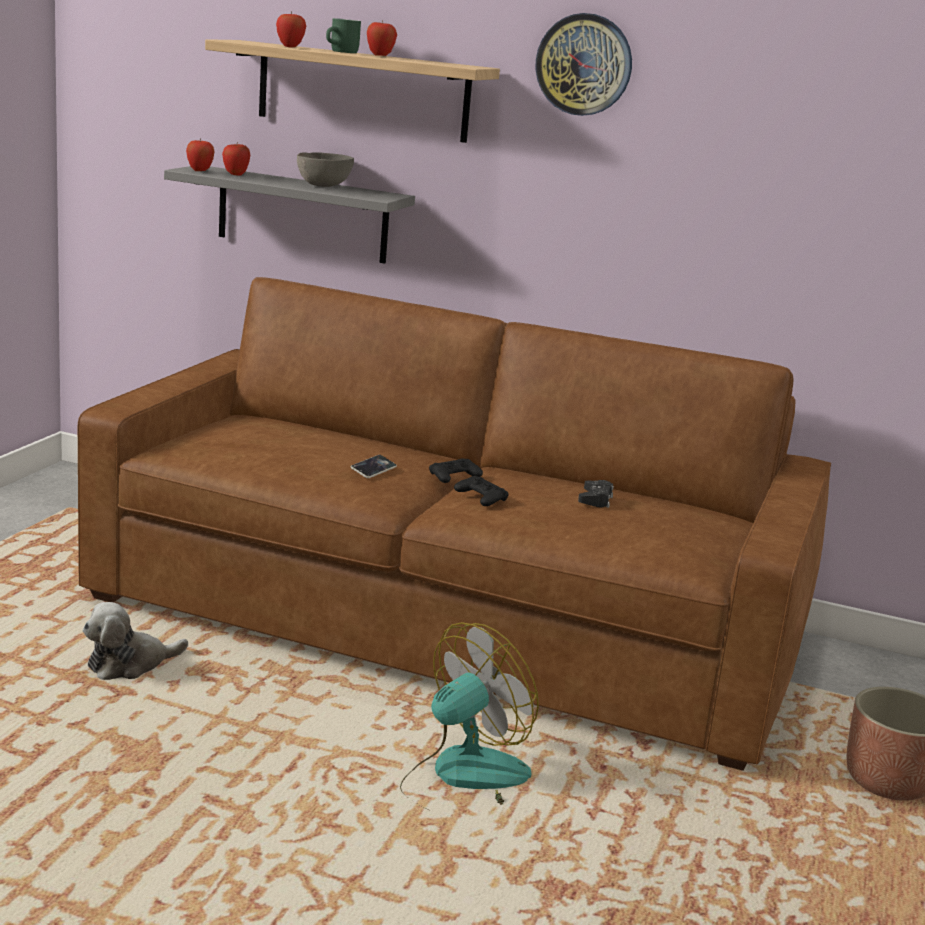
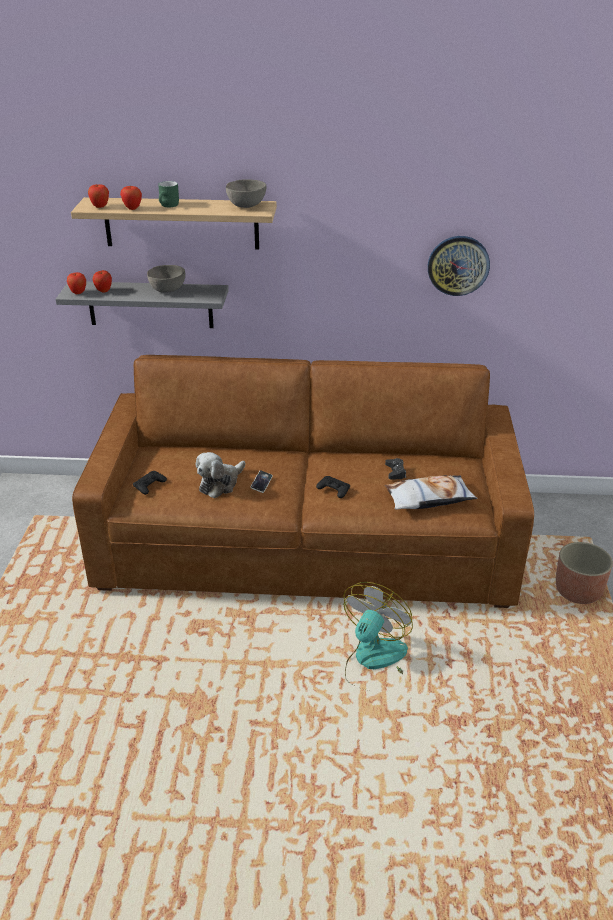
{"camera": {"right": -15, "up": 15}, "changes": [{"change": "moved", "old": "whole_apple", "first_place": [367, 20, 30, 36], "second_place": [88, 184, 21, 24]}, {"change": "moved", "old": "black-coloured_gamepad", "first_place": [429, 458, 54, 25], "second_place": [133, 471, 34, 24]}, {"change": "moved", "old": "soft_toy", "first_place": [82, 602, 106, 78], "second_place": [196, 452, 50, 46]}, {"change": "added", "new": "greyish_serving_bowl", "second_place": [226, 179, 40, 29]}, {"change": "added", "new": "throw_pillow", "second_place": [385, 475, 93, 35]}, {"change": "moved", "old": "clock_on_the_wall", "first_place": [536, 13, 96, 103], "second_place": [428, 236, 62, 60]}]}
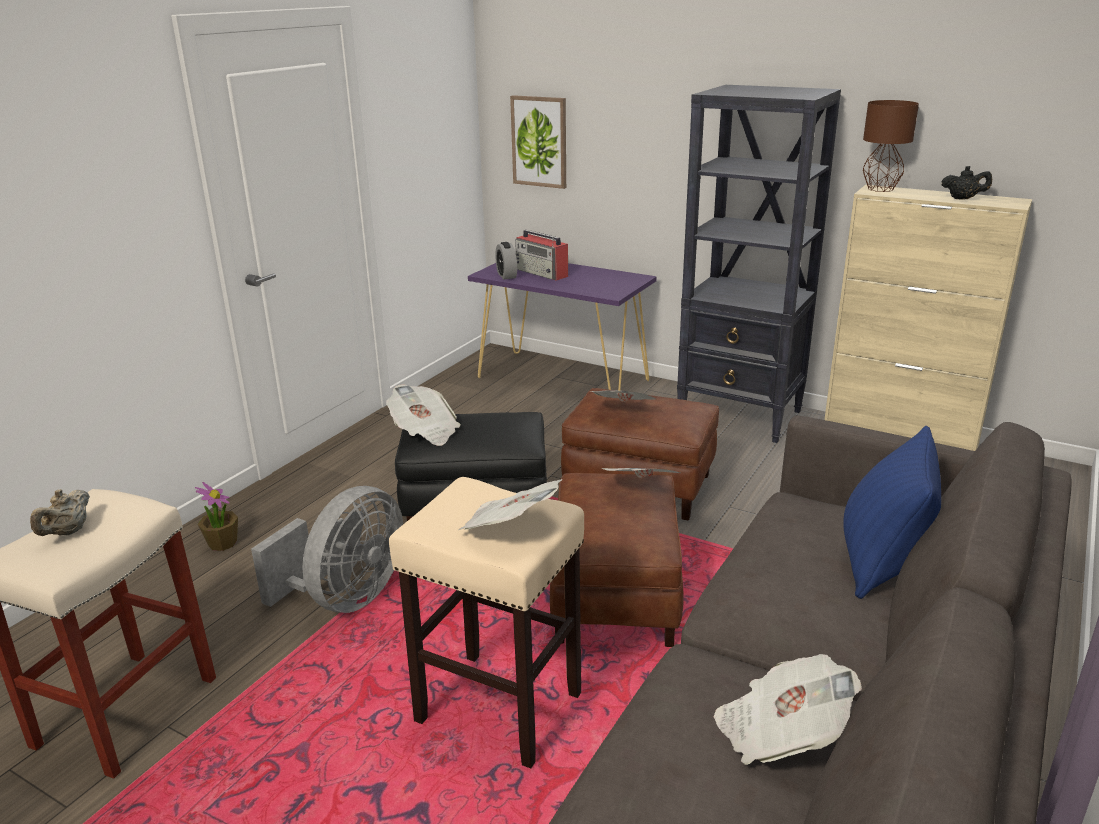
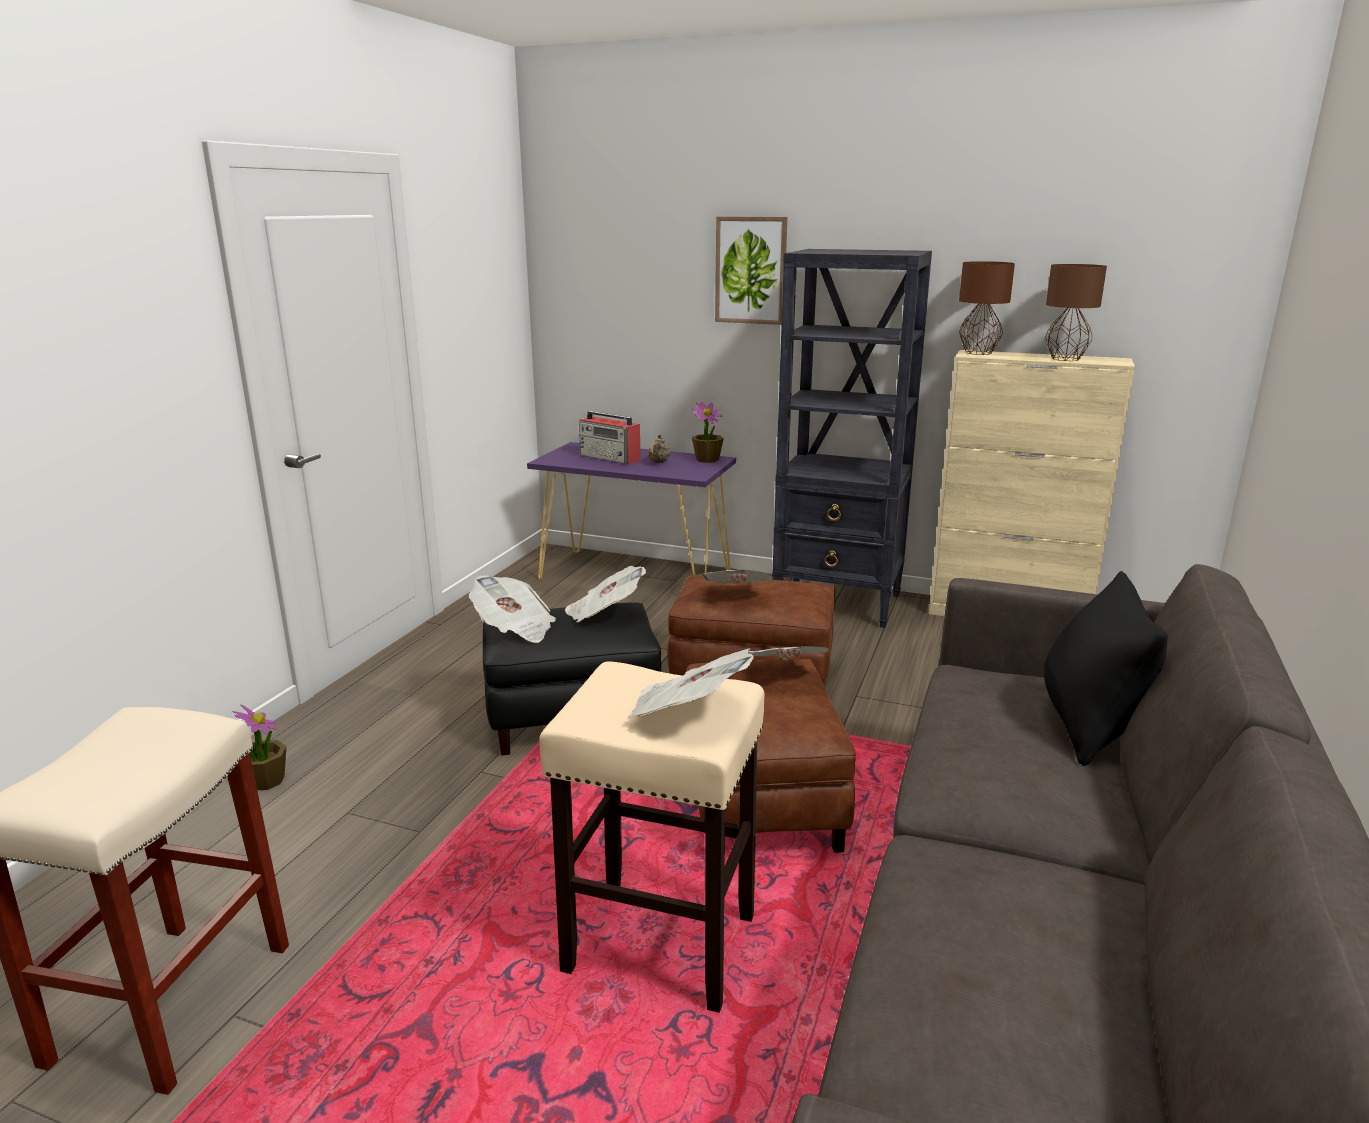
{"camera": {"right": -10, "up": -5}, "changes": [{"change": "moved", "old": "daily_paper", "first_place": [714, 654, 148, 111], "second_place": [565, 566, 81, 56]}, {"change": "moved", "old": "sand-coloured_pot_for_tea", "first_place": [30, 489, 60, 47], "second_place": [648, 435, 22, 28]}, {"change": "added", "new": "potted_plant", "second_place": [692, 402, 32, 61]}, {"change": "moved", "old": "picture", "first_place": [510, 95, 56, 94], "second_place": [715, 217, 72, 108]}, {"change": "recoloured", "old": "blue-coloured_throw_pillow", "new": "black-coloured_throw_pillow", "first_place": [843, 426, 98, 173], "second_place": [1044, 571, 124, 195]}, {"change": "replaced", "old": "black-coloured_pot_for_tea", "new": "brown_table_lamp", "first_place": [942, 166, 50, 34], "second_place": [1045, 264, 62, 97]}, {"change": "removed", "old": "greyish_cooling_fan", "first_place": [251, 486, 152, 127]}, {"change": "removed", "old": "bedside_clock", "first_place": [495, 242, 22, 37]}]}
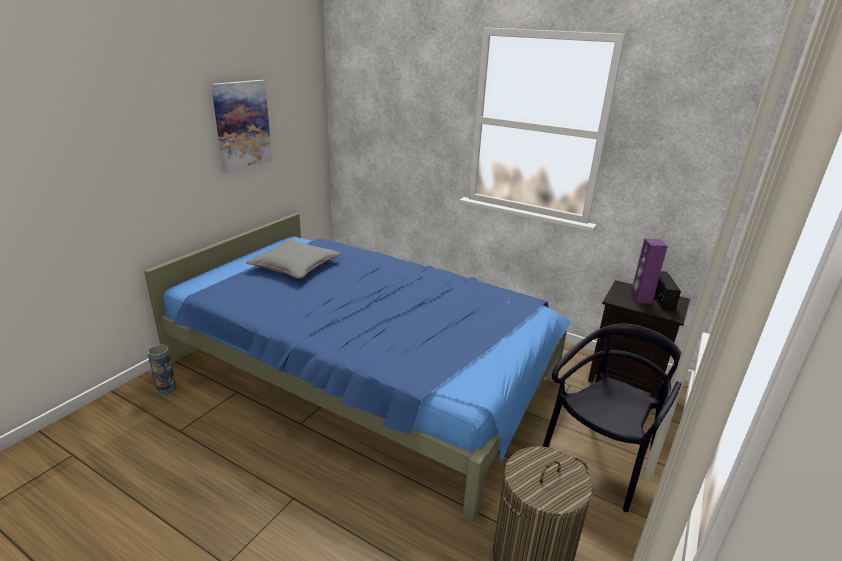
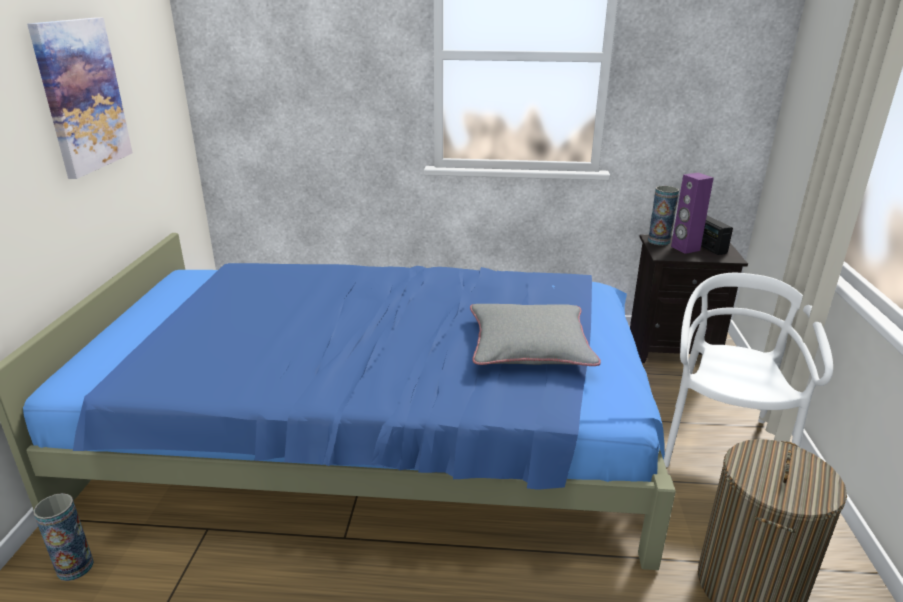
{"camera": {"right": -25, "up": 0}, "changes": [{"change": "moved", "old": "greyish_throw_pillow", "first_place": [246, 240, 95, 38], "second_place": [470, 304, 131, 62]}, {"change": "added", "new": "decorative_vase", "second_place": [648, 186, 31, 59]}, {"change": "recoloured", "old": "black-coloured_upright_chair", "new": "white_upright_chair", "first_place": [543, 323, 138, 189], "second_place": [664, 273, 169, 195]}]}
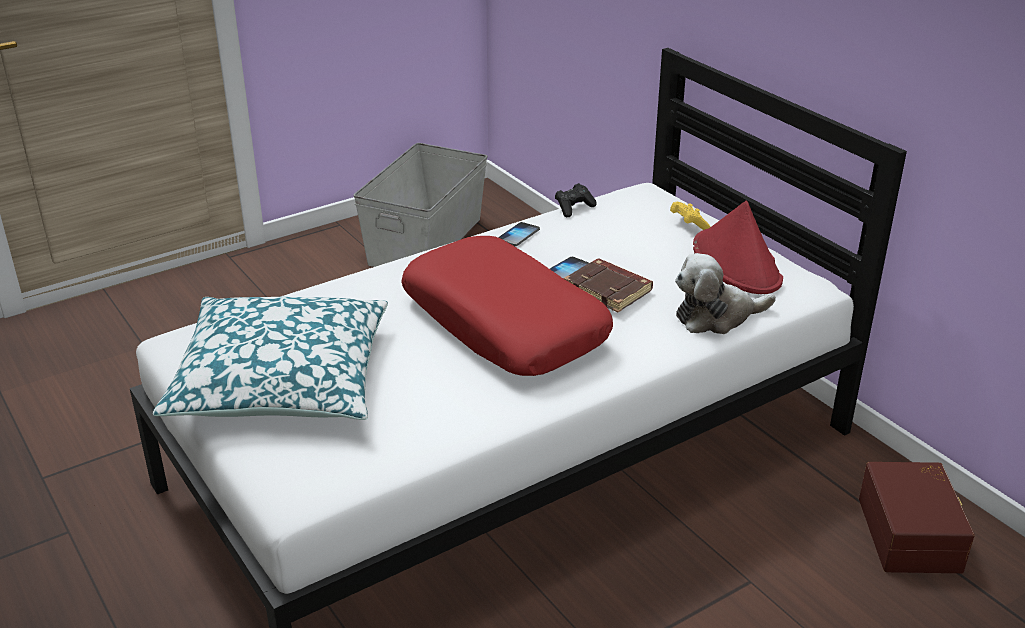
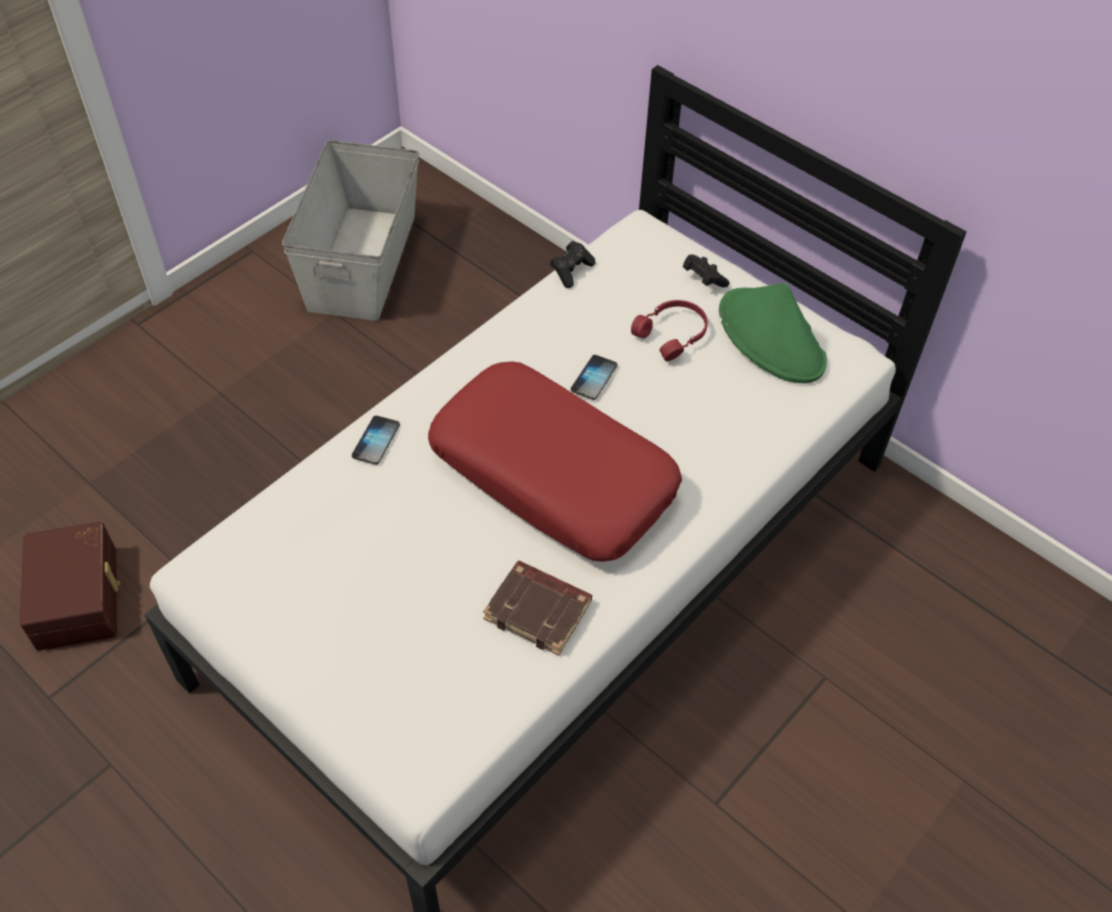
{"camera": {"right": -15, "up": 20}, "changes": [{"change": "moved", "old": "brown_storage_container", "first_place": [859, 462, 116, 111], "second_place": [20, 522, 100, 129]}, {"change": "moved", "old": "telephone", "first_place": [498, 222, 42, 24], "second_place": [352, 416, 48, 49]}, {"change": "moved", "old": "brown_bound_book", "first_place": [564, 259, 89, 54], "second_place": [483, 560, 109, 96]}, {"change": "added", "new": "red-coloured_headphones", "second_place": [631, 300, 77, 61]}, {"change": "recoloured", "old": "yellow_gamepad", "new": "black-coloured_gamepad", "first_place": [670, 202, 41, 28], "second_place": [683, 255, 47, 32]}, {"change": "recoloured", "old": "red-coloured_clothing_hat", "new": "greenish_clothing_hat", "first_place": [693, 200, 90, 94], "second_place": [719, 282, 108, 101]}, {"change": "removed", "old": "throw_pillow", "first_place": [153, 297, 235, 123]}, {"change": "removed", "old": "soft_toy", "first_place": [675, 253, 101, 81]}]}
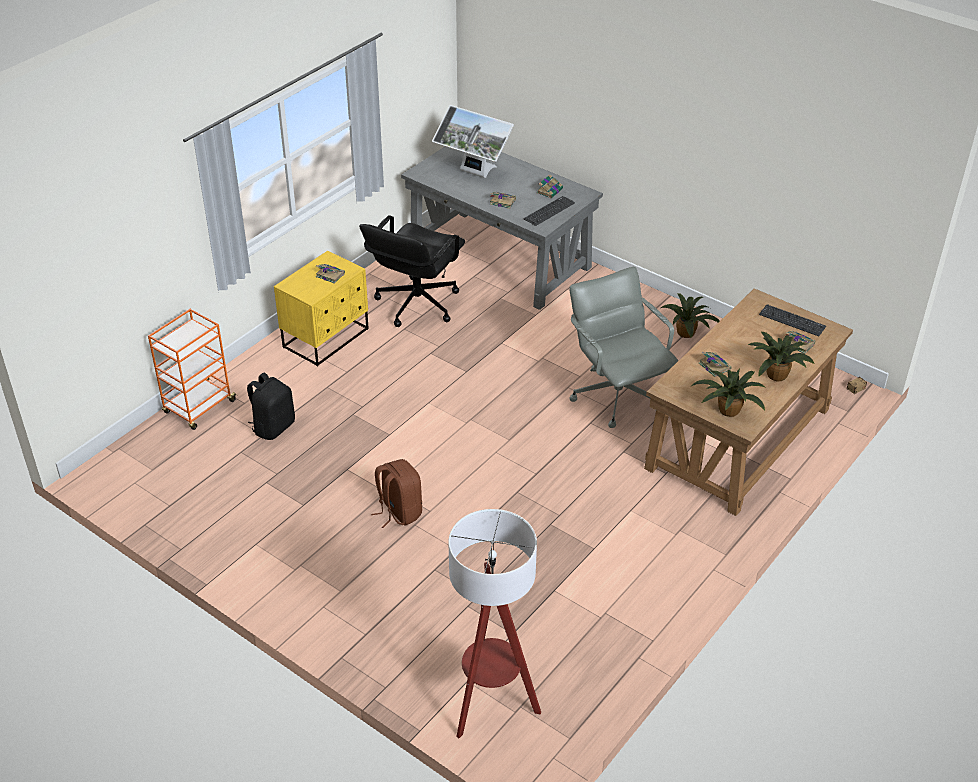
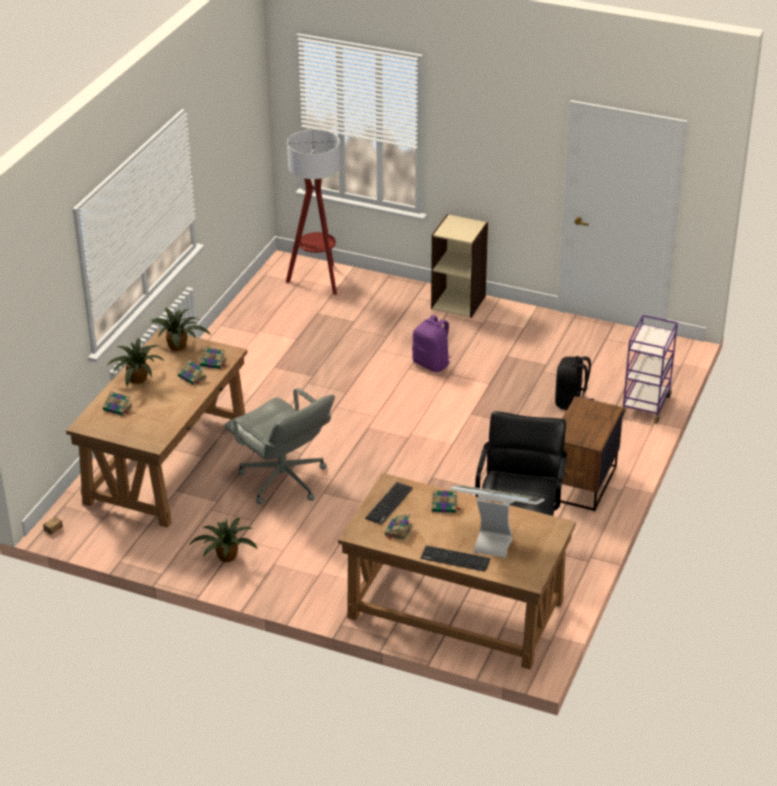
{"camera": {"right": 165, "up": -5}, "changes": [{"change": "moved", "old": "bound_book", "first_place": [316, 264, 29, 20], "second_place": [200, 347, 27, 22]}, {"change": "recoloured", "old": "greyish_desk", "new": "brown_desk", "first_place": [401, 147, 202, 163], "second_place": [338, 473, 238, 196]}, {"change": "recoloured", "old": "brown_rucksack", "new": "purple_rucksack", "first_place": [371, 459, 51, 69], "second_place": [412, 315, 39, 57]}, {"change": "moved", "old": "computer_keyboard", "first_place": [759, 304, 67, 32], "second_place": [421, 545, 69, 27]}, {"change": "added", "new": "sand-coloured_bookcase", "second_place": [431, 214, 57, 104]}, {"change": "recoloured", "old": "yellow_bedside_table", "new": "brown_bedside_table", "first_place": [274, 251, 95, 116], "second_place": [560, 396, 63, 116]}, {"change": "recoloured", "old": "orange-coloured_wheeled_cart", "new": "purple_wheeled_cart", "first_place": [148, 309, 90, 121], "second_place": [623, 315, 55, 109]}]}
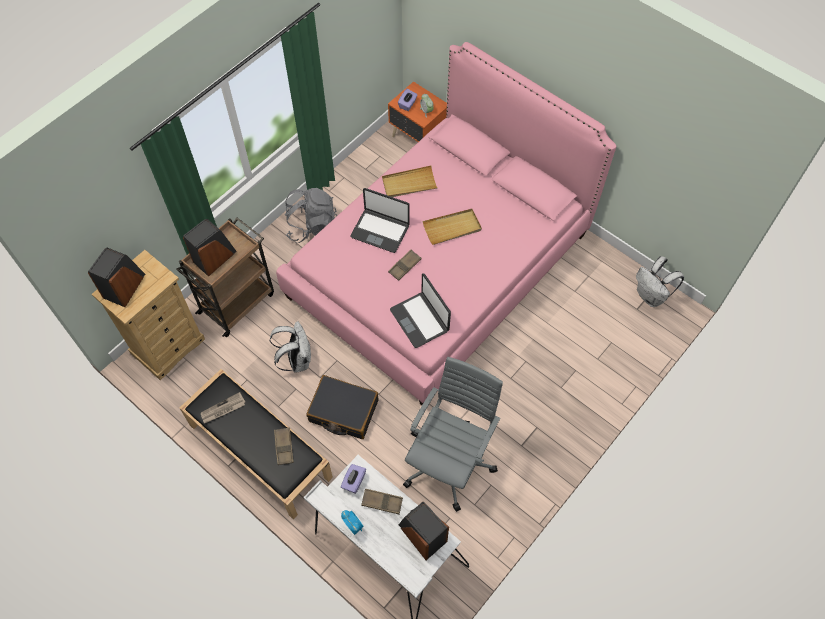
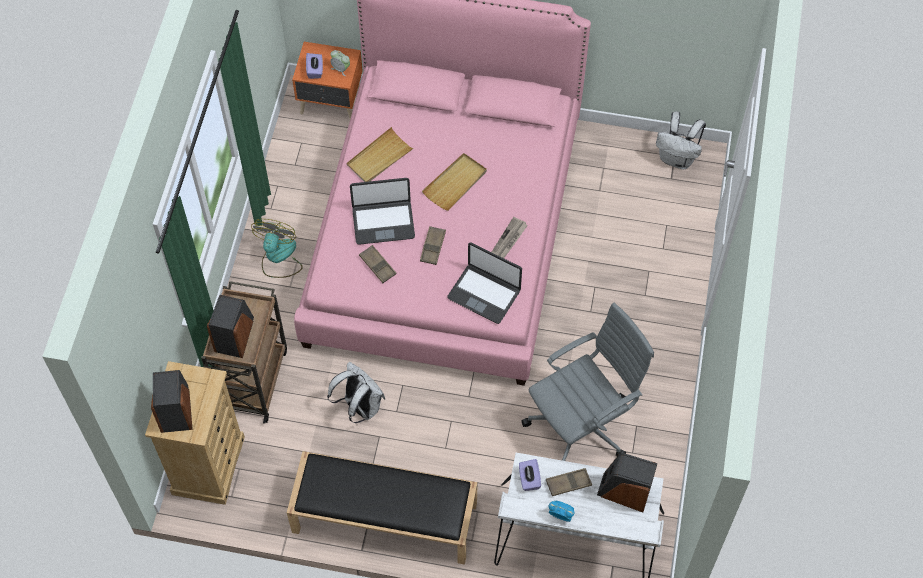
{"camera": {"right": -30, "up": 0}, "changes": [{"change": "replaced", "old": "greyish_rucksack", "new": "cooling_fan", "first_place": [285, 188, 52, 55], "second_place": [251, 219, 52, 59]}, {"change": "moved", "old": "brown_serving_tray", "first_place": [274, 427, 20, 38], "second_place": [359, 245, 37, 38]}, {"change": "moved", "old": "daily_paper", "first_place": [201, 392, 45, 31], "second_place": [492, 217, 36, 41]}, {"change": "turned", "old": "greyish_computer_chair", "first_place": [403, 357, 100, 155], "second_place": [521, 303, 133, 158], "degrees": 60}, {"change": "removed", "old": "black-coloured_travel_case", "first_place": [306, 375, 73, 64]}]}
